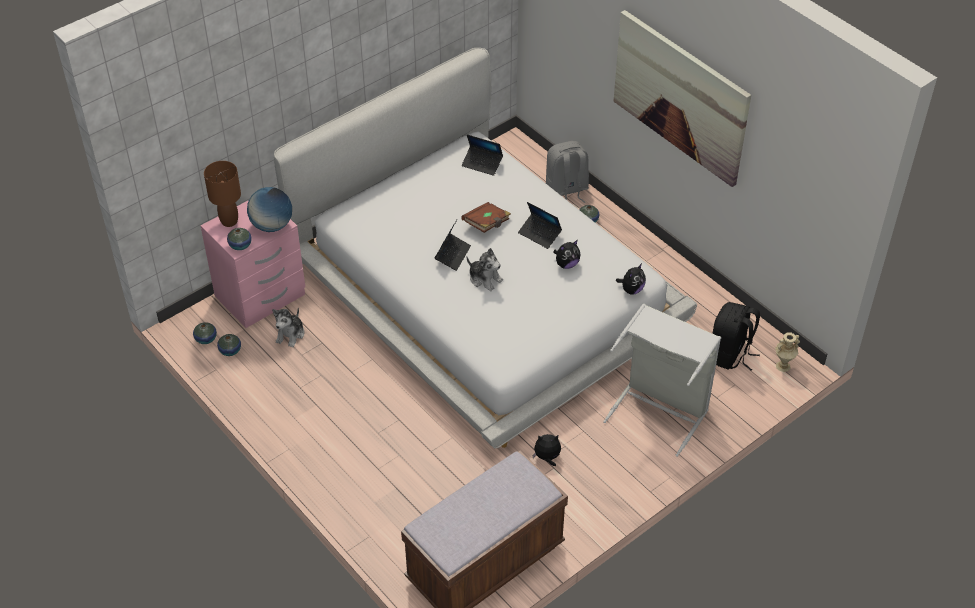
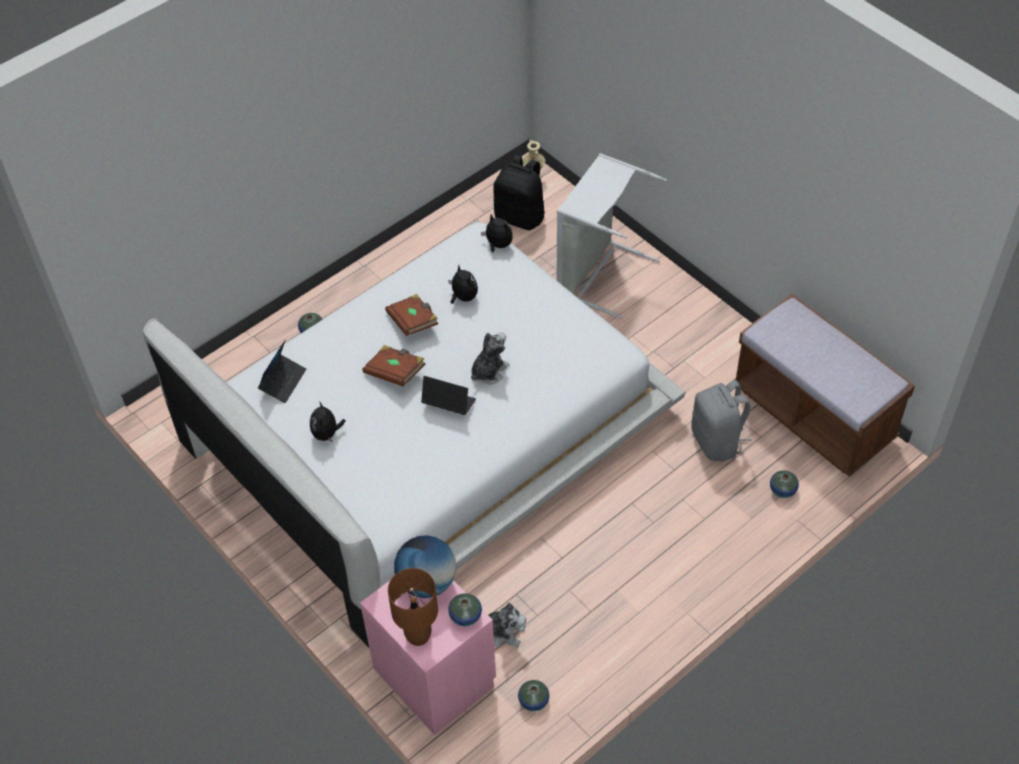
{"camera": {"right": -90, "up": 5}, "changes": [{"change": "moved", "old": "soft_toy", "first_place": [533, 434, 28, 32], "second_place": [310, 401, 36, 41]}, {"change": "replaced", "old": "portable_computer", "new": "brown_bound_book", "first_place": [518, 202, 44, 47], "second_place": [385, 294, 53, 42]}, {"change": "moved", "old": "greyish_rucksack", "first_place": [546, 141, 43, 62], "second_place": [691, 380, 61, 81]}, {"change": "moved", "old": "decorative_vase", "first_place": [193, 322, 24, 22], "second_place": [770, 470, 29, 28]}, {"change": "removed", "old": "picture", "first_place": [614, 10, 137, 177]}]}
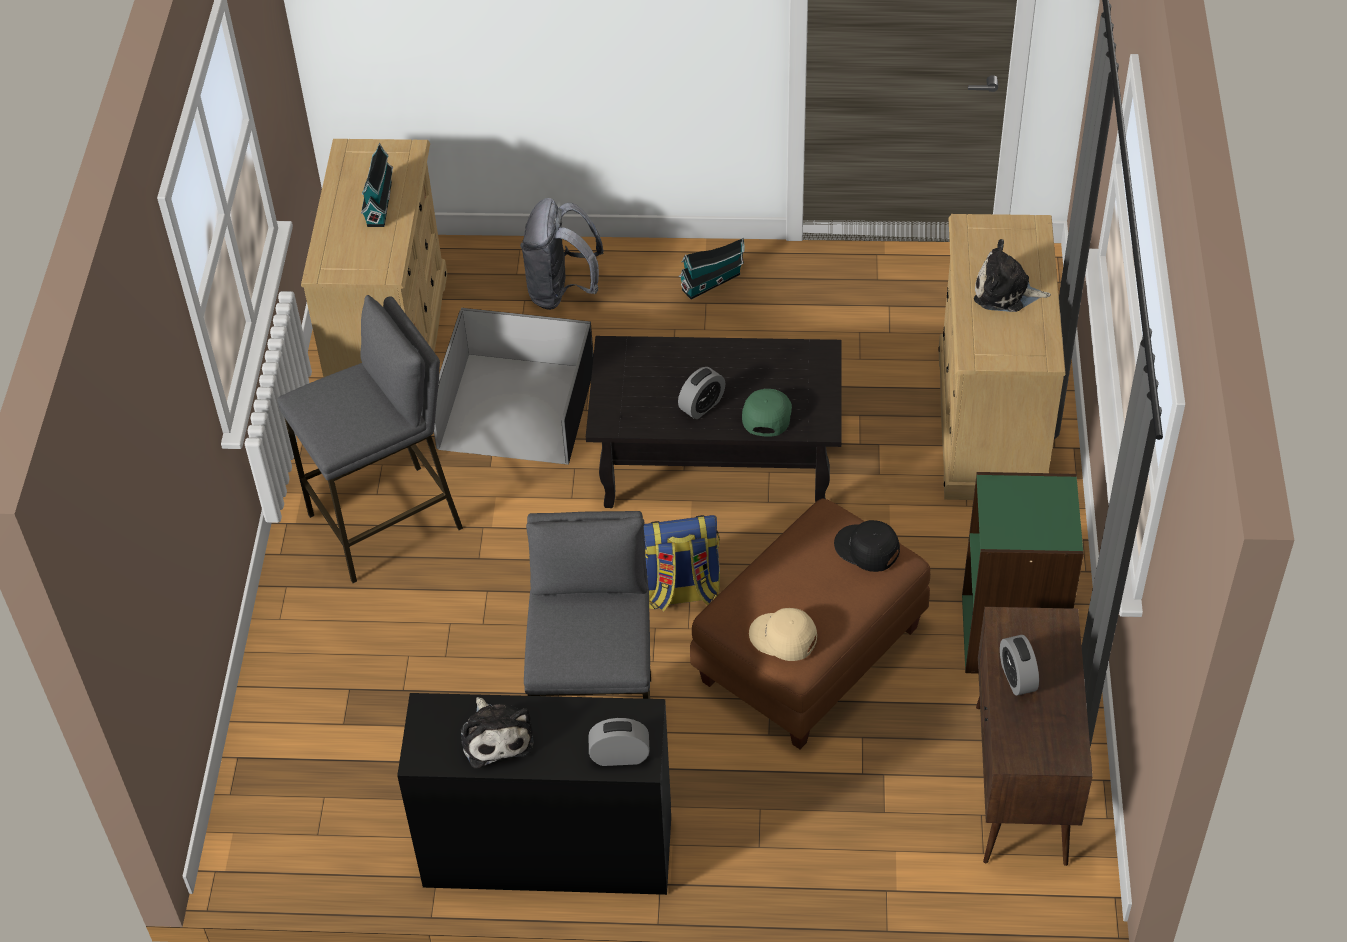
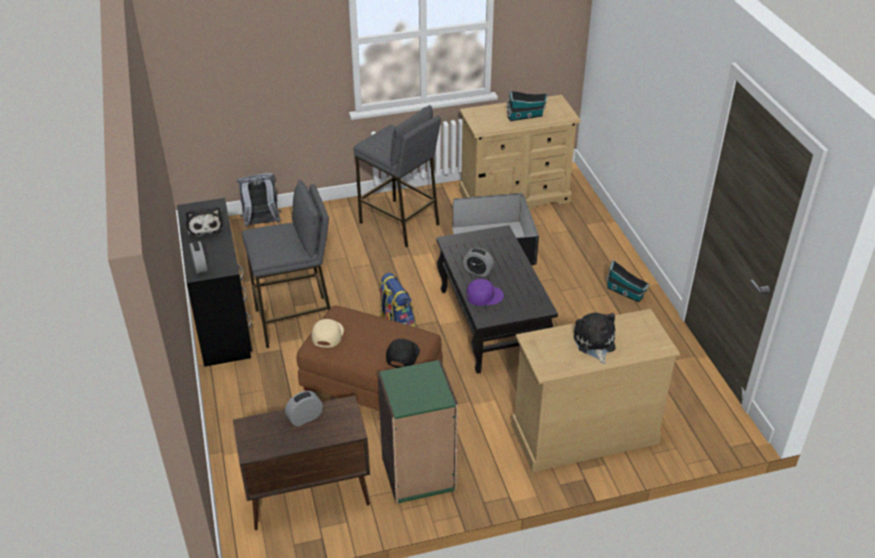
{"camera": {"right": 70, "up": -10}, "changes": [{"change": "turned", "old": "soft_toy", "first_place": [460, 697, 74, 71], "second_place": [186, 207, 37, 31], "degrees": -75}, {"change": "moved", "old": "greyish_rucksack", "first_place": [520, 198, 84, 112], "second_place": [237, 173, 44, 54]}, {"change": "recoloured", "old": "greenish_cap", "new": "purple_cap", "first_place": [742, 389, 50, 48], "second_place": [466, 279, 38, 27]}]}
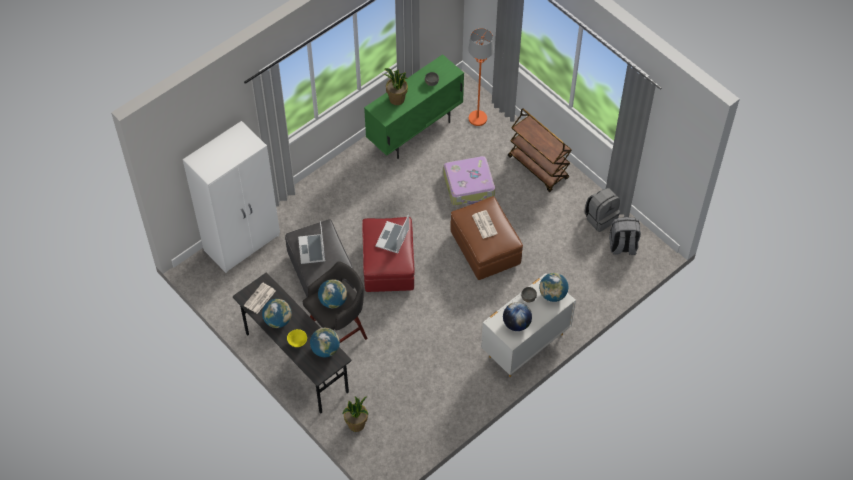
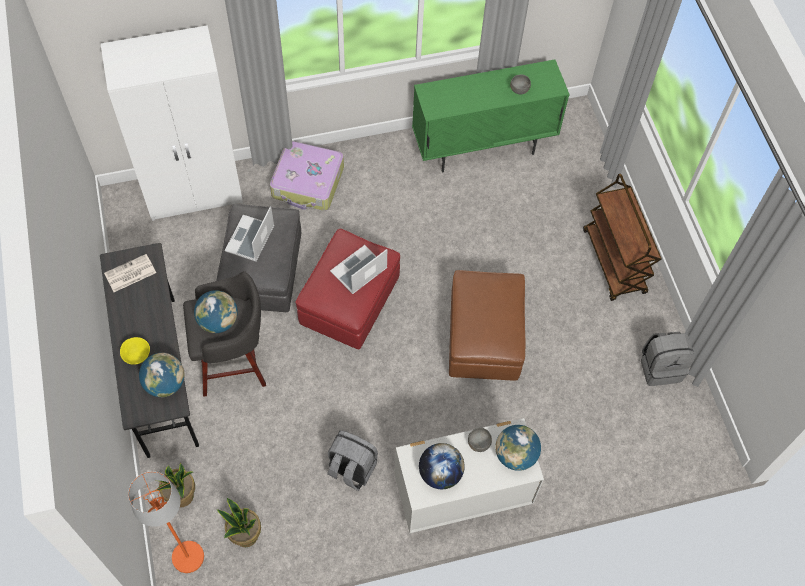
{"camera": {"right": 25, "up": 5}, "changes": [{"change": "moved", "old": "orange-coloured_standing_lamp", "first_place": [468, 28, 26, 98], "second_place": [128, 471, 76, 102]}, {"change": "moved", "old": "potted_plant", "first_place": [383, 68, 25, 37], "second_place": [217, 498, 44, 49]}, {"change": "moved", "old": "travel_case", "first_place": [443, 156, 52, 49], "second_place": [270, 141, 74, 70]}, {"change": "moved", "old": "greyish_rucksack", "first_place": [609, 217, 32, 38], "second_place": [327, 430, 51, 61]}, {"change": "removed", "old": "world_globe", "first_place": [262, 299, 30, 29]}, {"change": "removed", "old": "daily_paper", "first_place": [472, 210, 26, 29]}]}
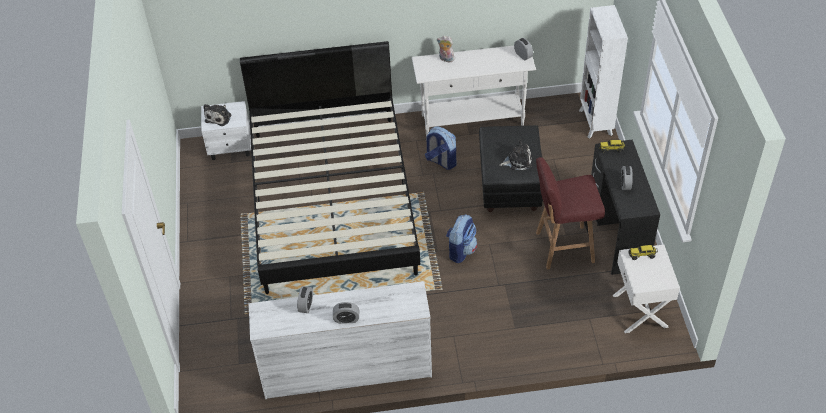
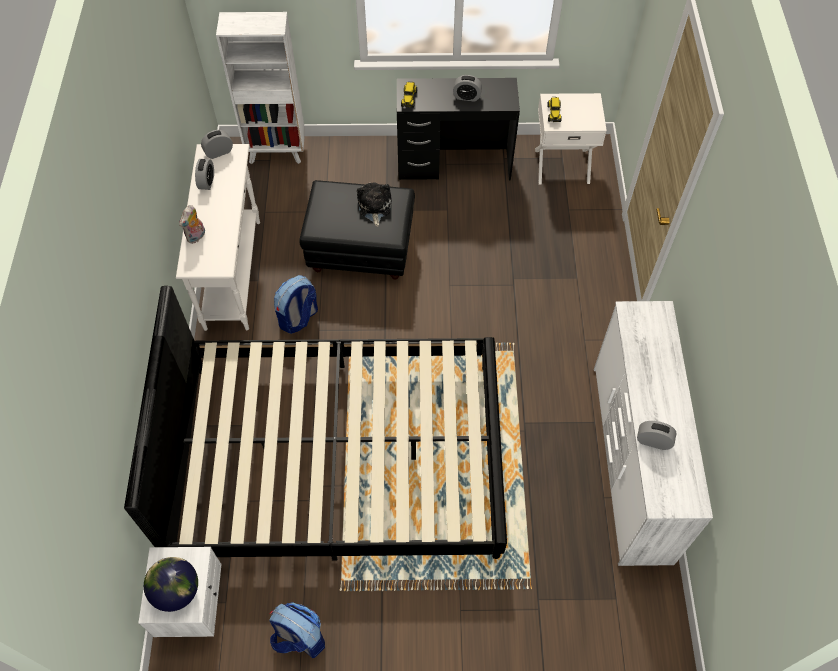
{"camera": {"right": -85, "up": 10}, "changes": [{"change": "replaced", "old": "soft_toy", "new": "world_globe", "first_place": [204, 104, 27, 22], "second_place": [144, 557, 54, 55]}, {"change": "moved", "old": "bedside_clock", "first_place": [333, 302, 26, 22], "second_place": [195, 159, 19, 31]}, {"change": "moved", "old": "rucksack", "first_place": [446, 214, 31, 49], "second_place": [269, 602, 56, 56]}, {"change": "removed", "old": "red-coloured_stool_seat", "first_place": [536, 157, 69, 112]}]}
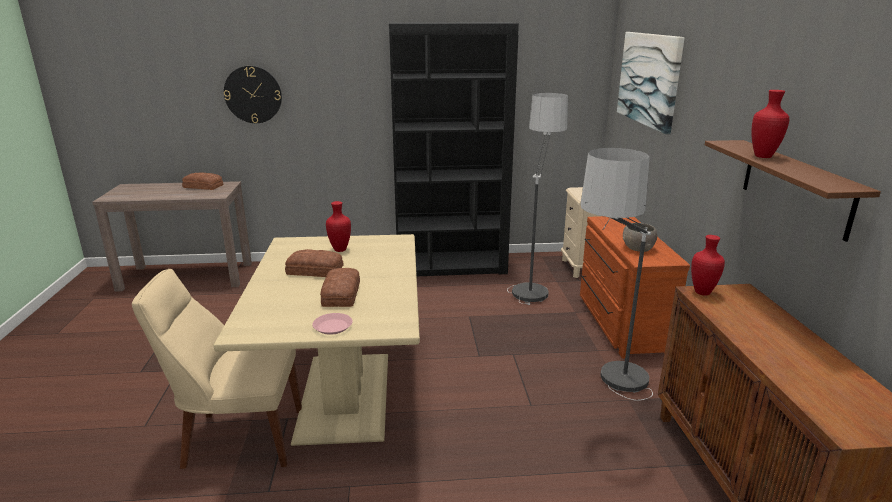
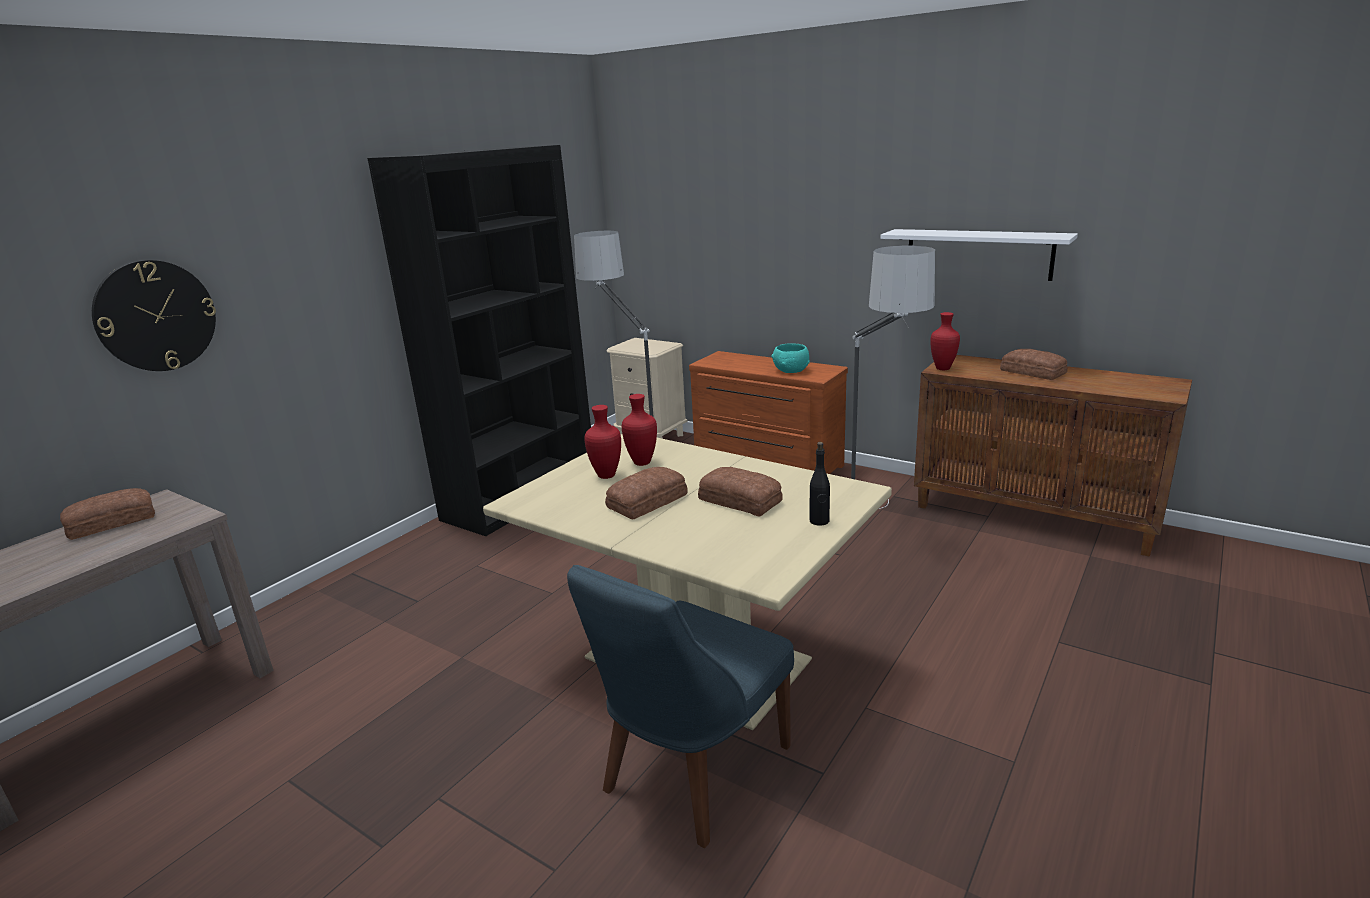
{"camera": {"right": -50, "up": 0}, "changes": [{"change": "recoloured", "old": "sand-coloured_upright_chair", "new": "blue-coloured_upright_chair", "first_place": [132, 269, 170, 200], "second_place": [567, 565, 227, 283]}, {"change": "moved", "old": "red-coloured_decorative_vase", "first_place": [751, 90, 38, 68], "second_place": [622, 394, 35, 72]}, {"change": "recoloured", "old": "greyish_serving_bowl", "new": "blue-green_serving_bowl", "first_place": [623, 223, 34, 29], "second_place": [772, 343, 38, 30]}, {"change": "replaced", "old": "pinkish_dinner_plate", "new": "black-coloured_beverage_bottle", "first_place": [312, 313, 41, 22], "second_place": [809, 442, 21, 83]}, {"change": "recoloured", "old": "brown_wall_shelf", "new": "white_wall_shelf", "first_place": [705, 140, 176, 102], "second_place": [880, 229, 198, 52]}, {"change": "added", "new": "bakery_bread", "second_place": [1000, 349, 68, 31]}, {"change": "removed", "old": "picture", "first_place": [617, 32, 68, 102]}]}
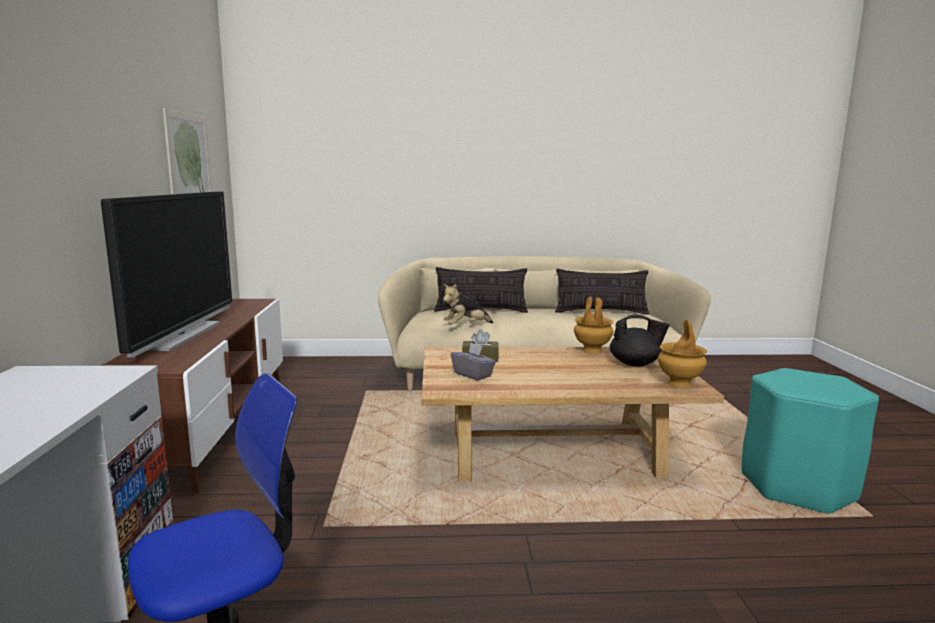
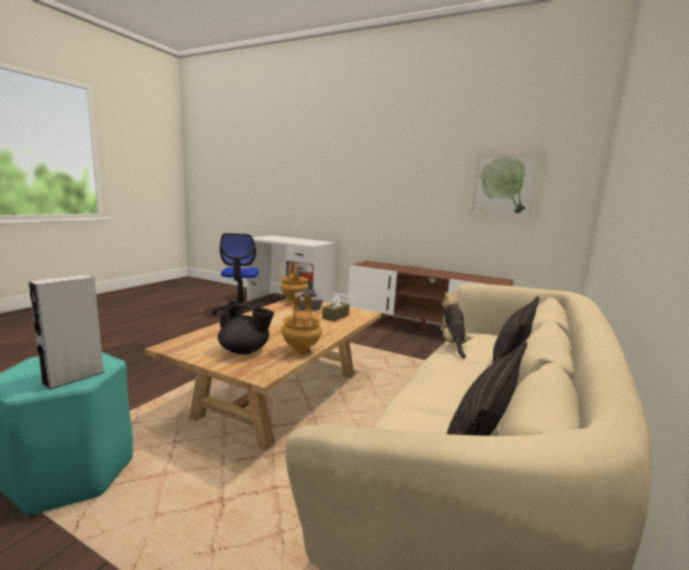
{"camera": {"right": 120, "up": 0}, "changes": [{"change": "added", "new": "greyish_audio_speaker", "second_place": [29, 274, 76, 116]}, {"change": "turned", "old": "black-coloured_pot_for_tea", "first_place": [610, 315, 60, 52], "second_place": [218, 303, 56, 52], "degrees": -120}, {"change": "moved", "old": "brown_decorative_vase", "first_place": [658, 320, 49, 68], "second_place": [280, 262, 28, 41]}, {"change": "removed", "old": "TV", "first_place": [101, 192, 131, 166]}]}
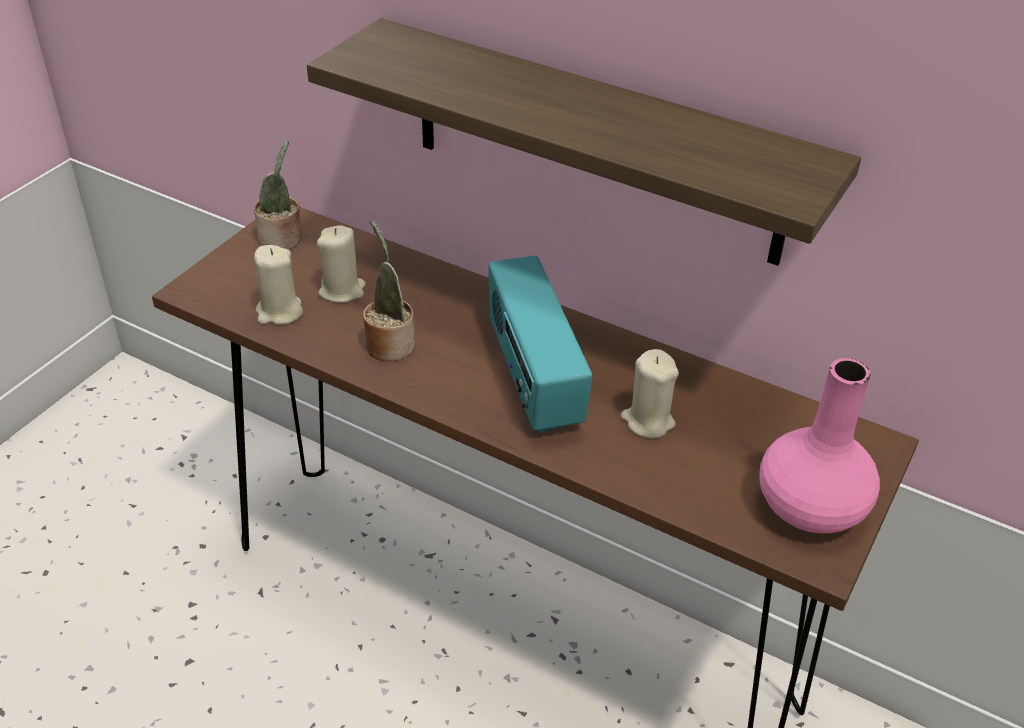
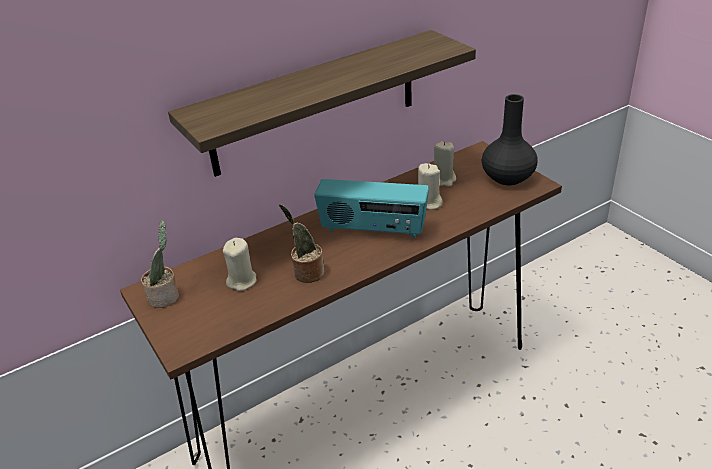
{"camera": {"right": -60, "up": -5}, "changes": [{"change": "moved", "old": "sand-coloured_wax_candle", "first_place": [254, 245, 49, 80], "second_place": [434, 142, 22, 45]}, {"change": "recoloured", "old": "pinkish_decorative_vase", "new": "black-coloured_decorative_vase", "first_place": [759, 358, 121, 175], "second_place": [482, 94, 55, 91]}]}
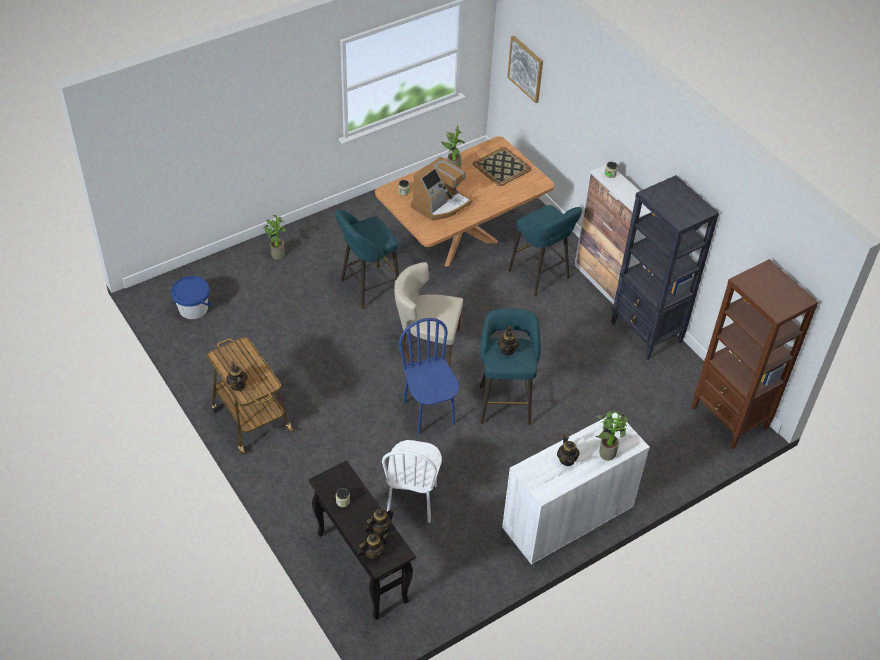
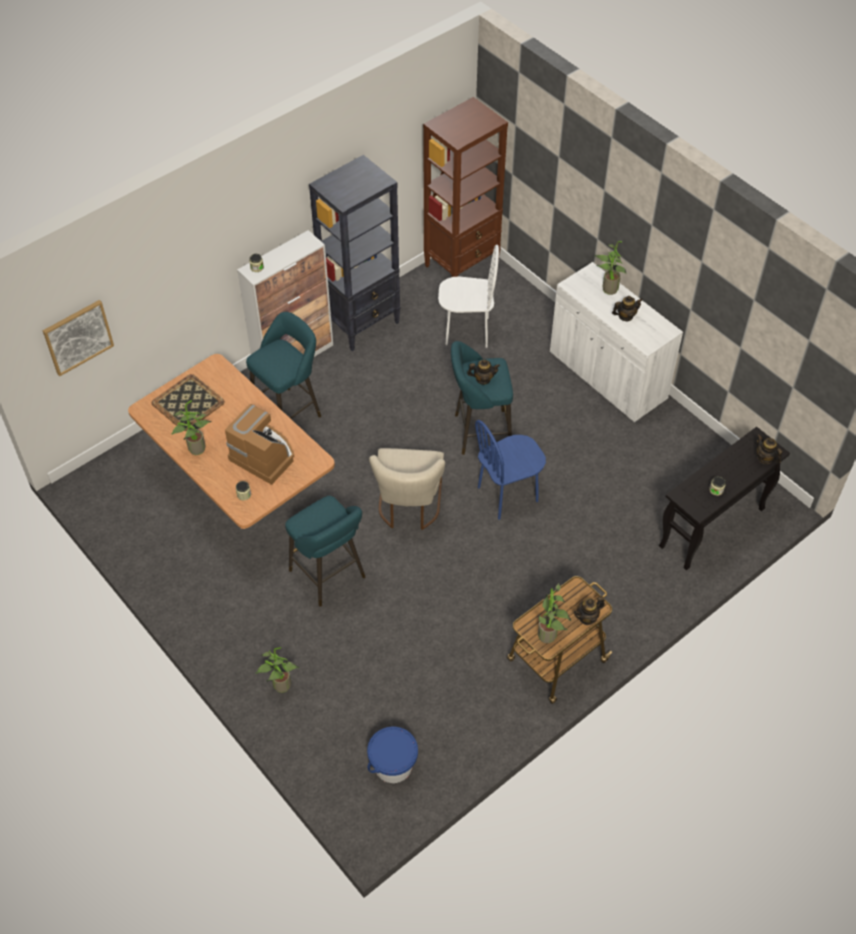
{"camera": {"right": -95, "up": 5}, "changes": [{"change": "moved", "old": "white_upright_chair", "first_place": [382, 440, 60, 83], "second_place": [438, 245, 61, 103]}, {"change": "added", "new": "potted_plant", "second_place": [538, 582, 33, 61]}, {"change": "removed", "old": "pot_for_tea", "first_place": [365, 508, 30, 27]}]}
